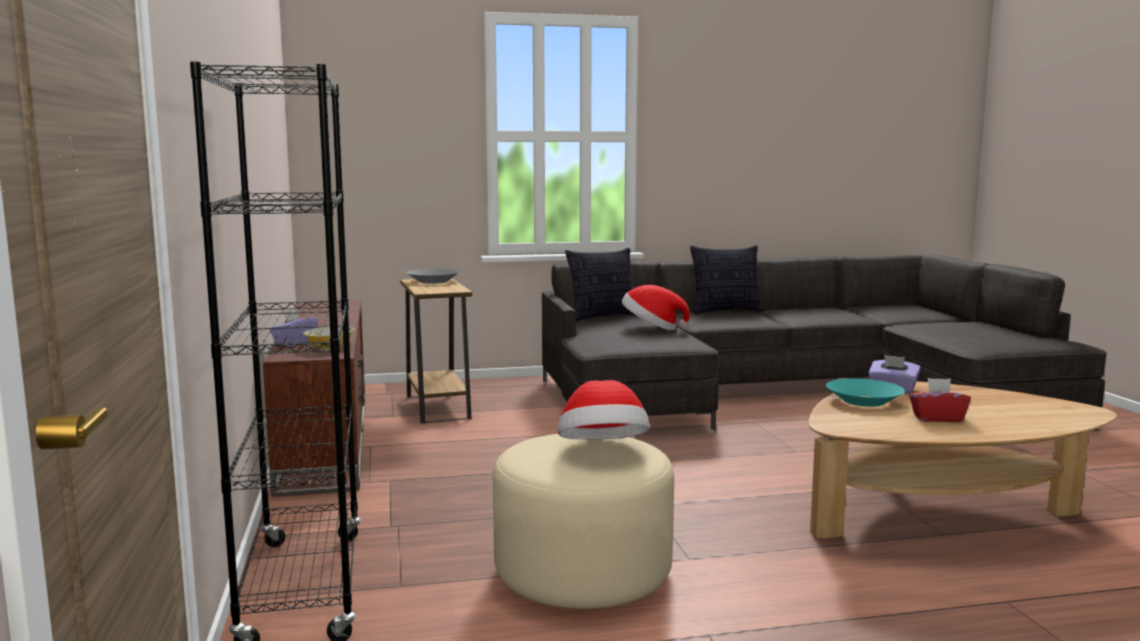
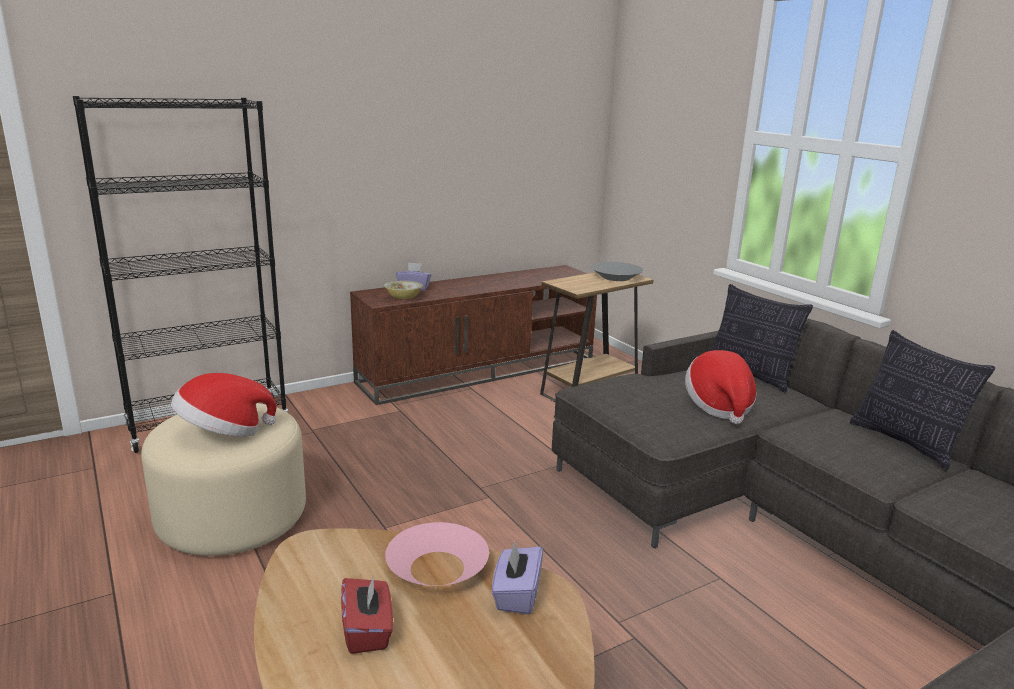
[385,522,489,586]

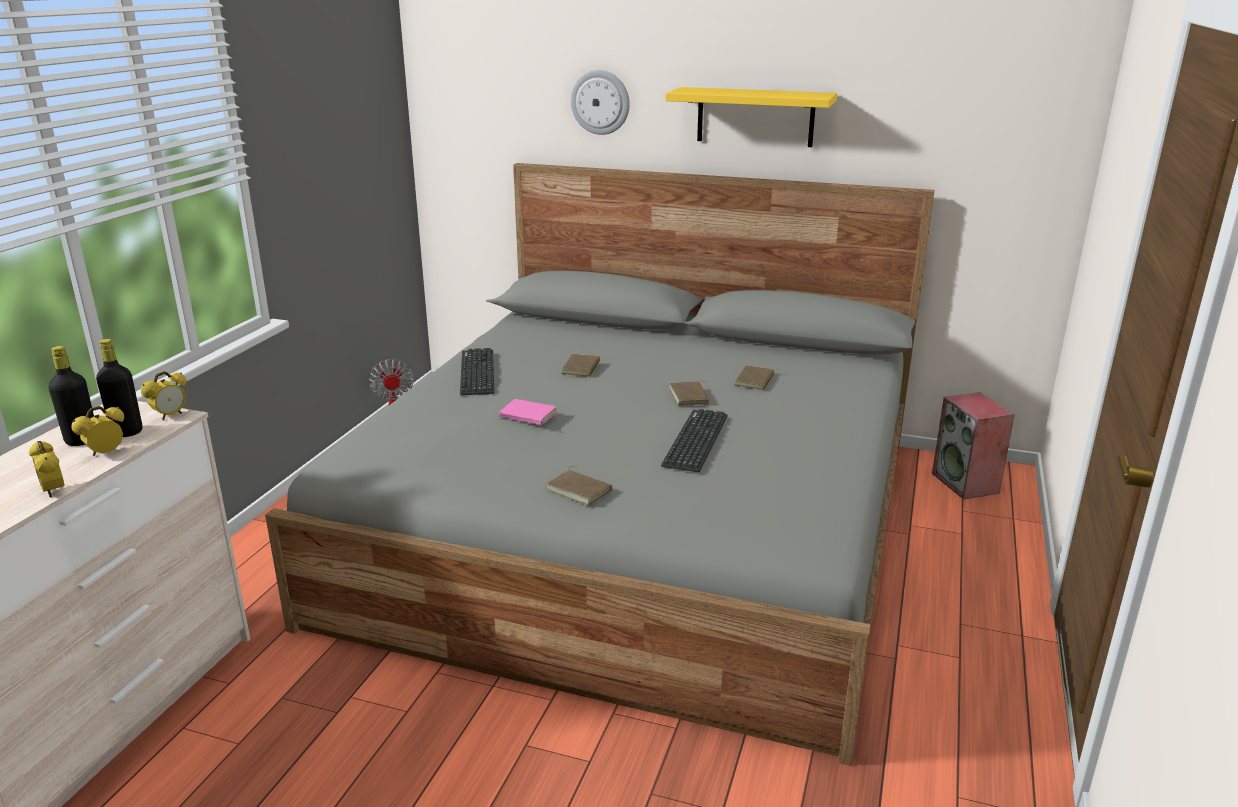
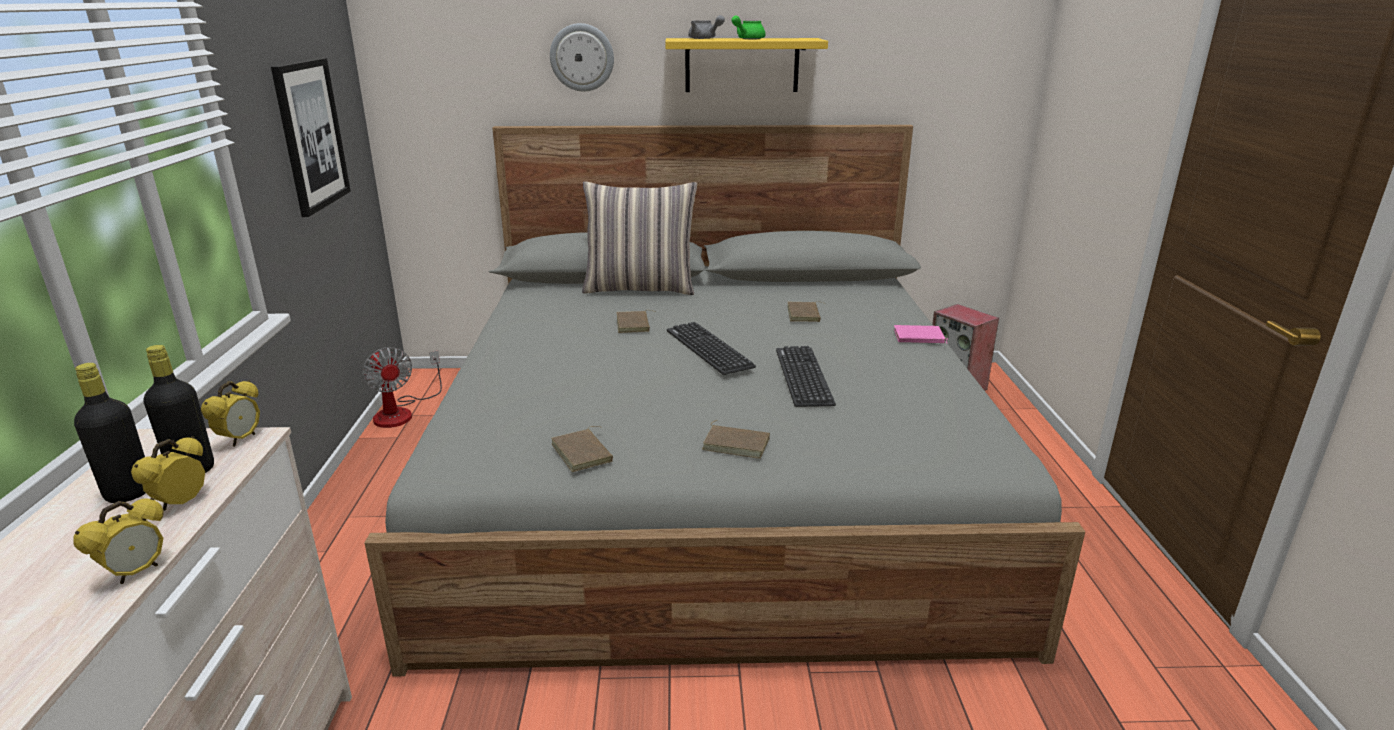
[73,497,164,585]
[271,58,351,217]
[551,426,613,472]
[582,181,697,295]
[667,322,756,375]
[688,15,725,39]
[731,15,766,39]
[894,325,948,344]

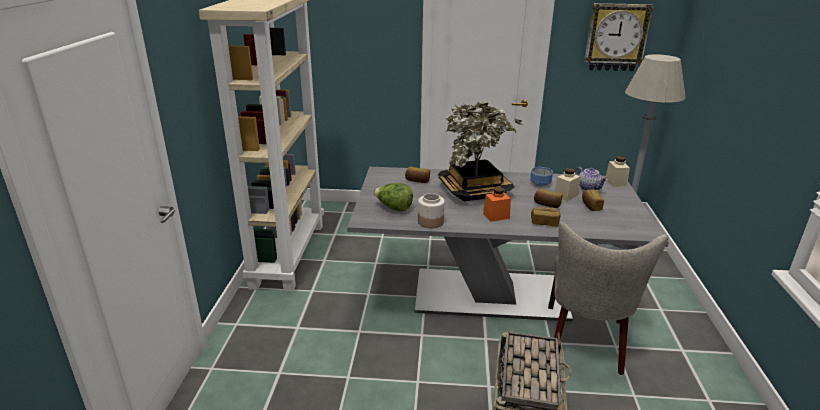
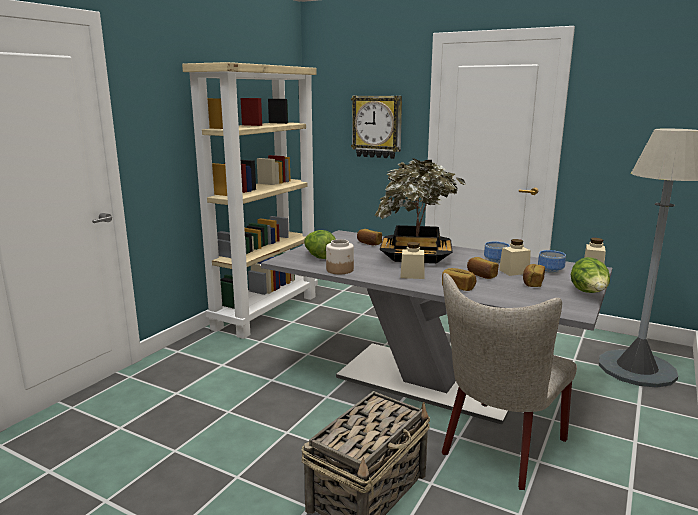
[351,96,402,159]
[400,242,424,279]
[538,250,566,273]
[571,257,610,293]

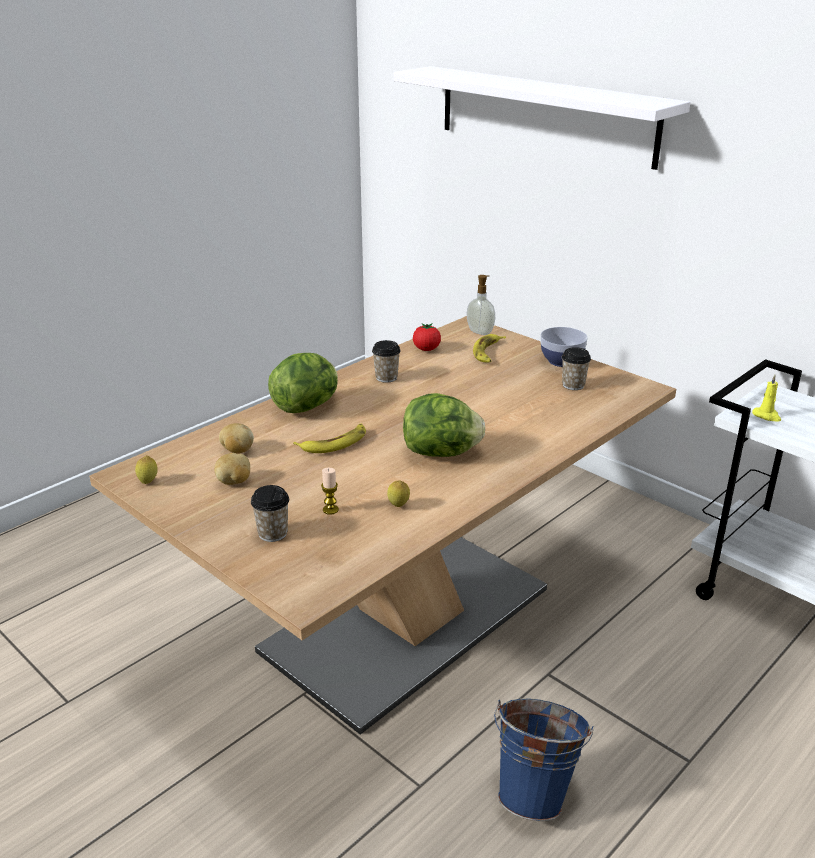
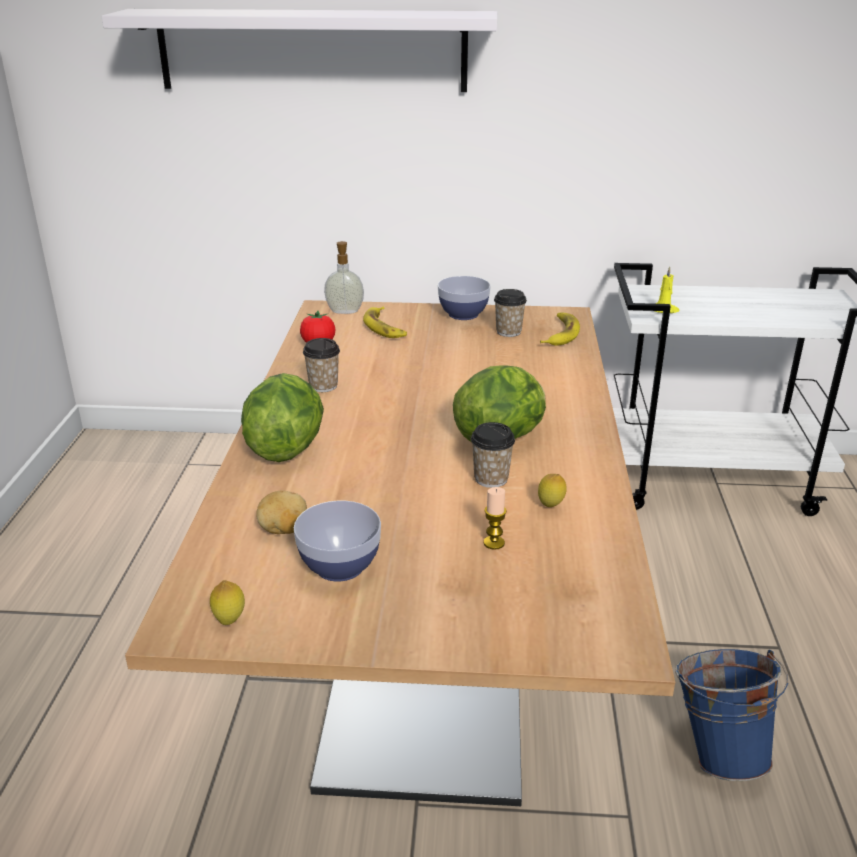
[294,501,381,582]
[471,422,515,488]
[540,312,580,345]

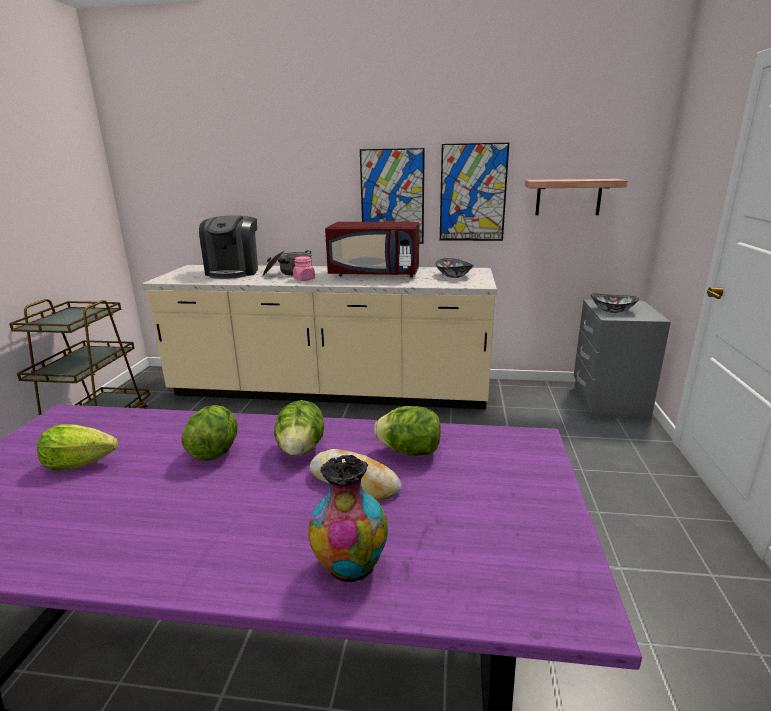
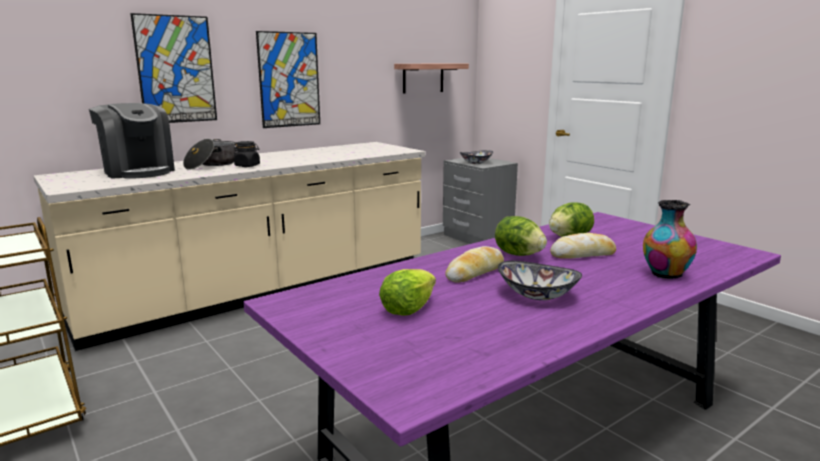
[130,13,217,123]
[234,141,260,167]
[445,246,504,283]
[498,261,582,300]
[325,222,419,278] (first image)

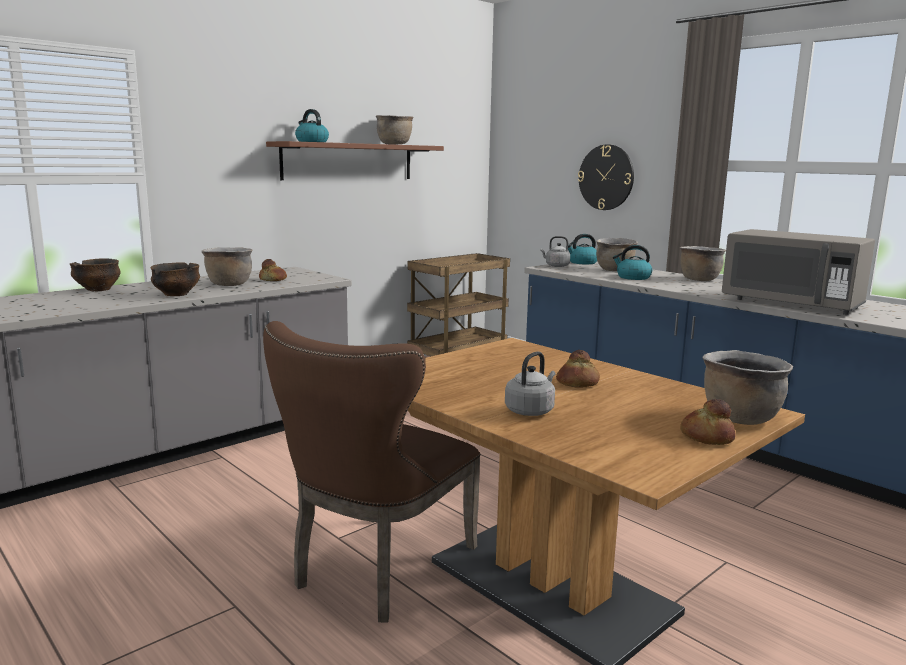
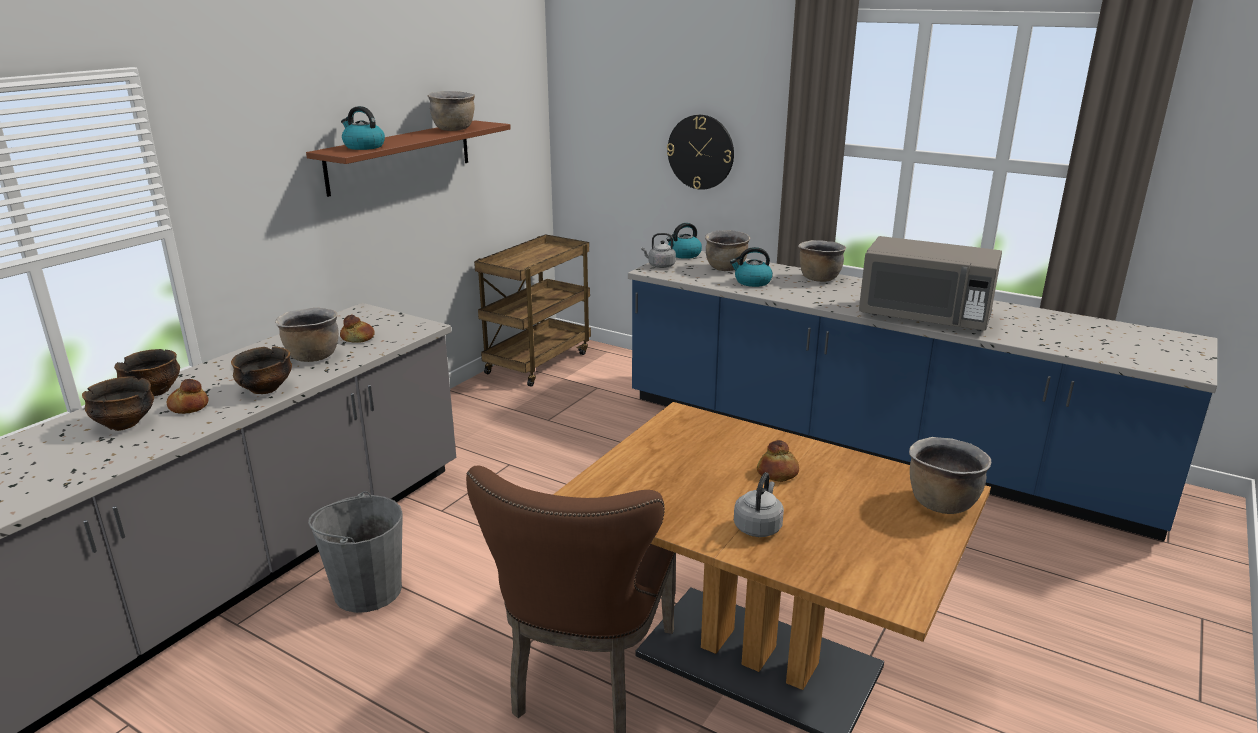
[82,377,154,431]
[167,379,209,414]
[308,491,403,613]

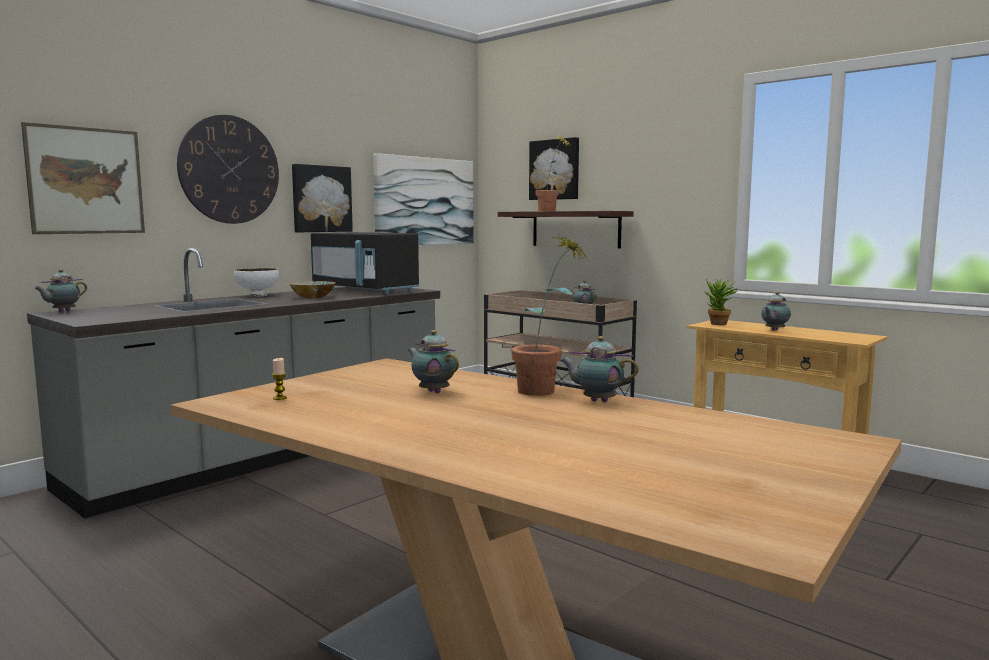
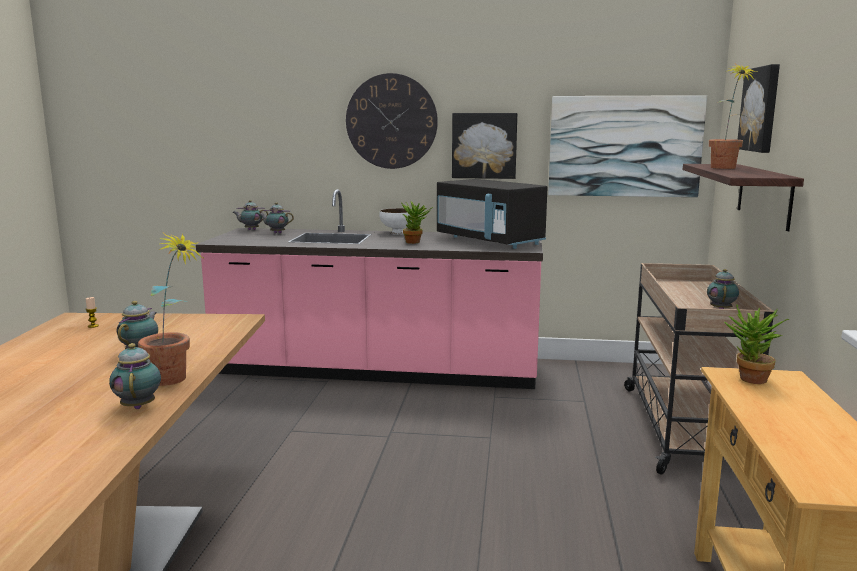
[196,189,543,389]
[259,202,294,233]
[401,201,433,244]
[437,179,548,249]
[21,122,145,234] (first image)

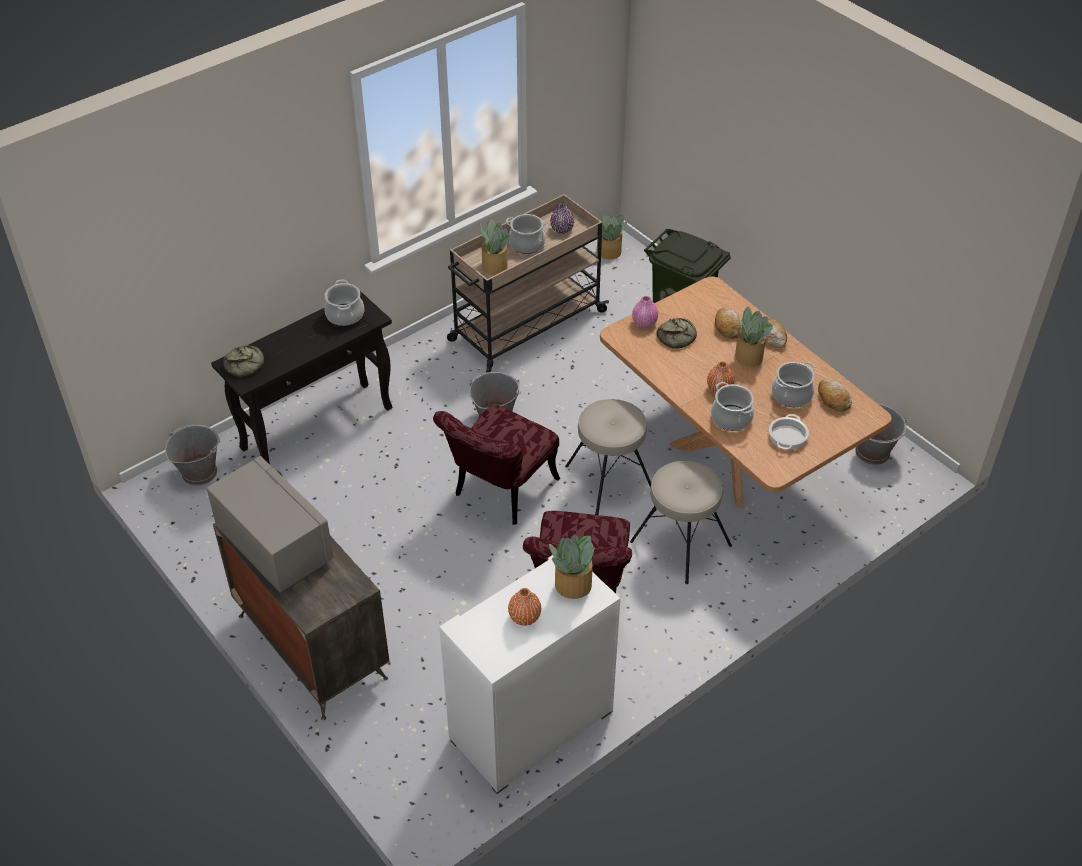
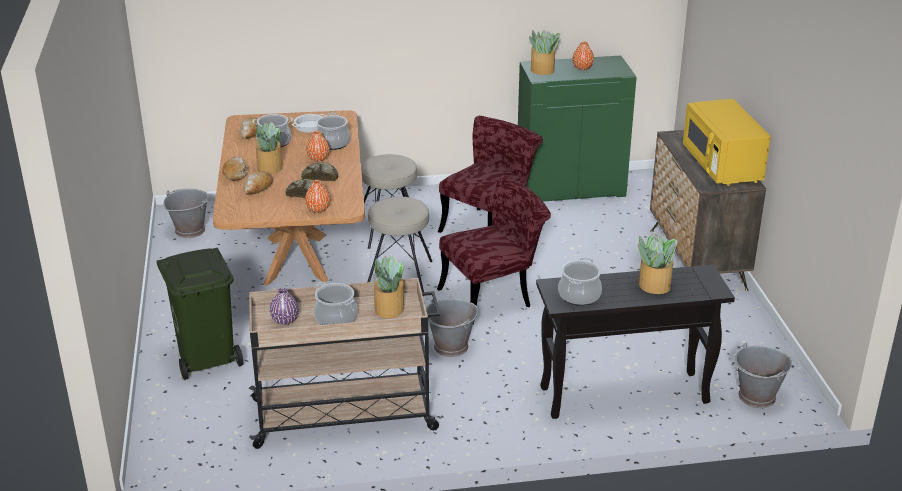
[301,163,338,181]
[305,180,331,213]
[518,55,637,202]
[638,234,677,294]
[683,99,771,186]

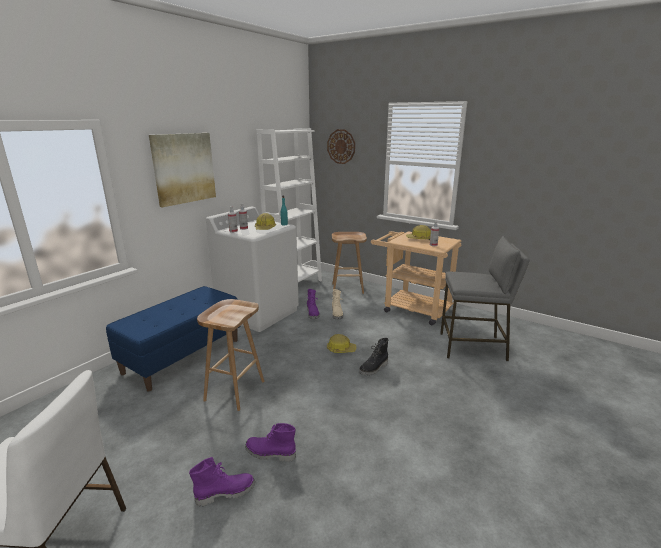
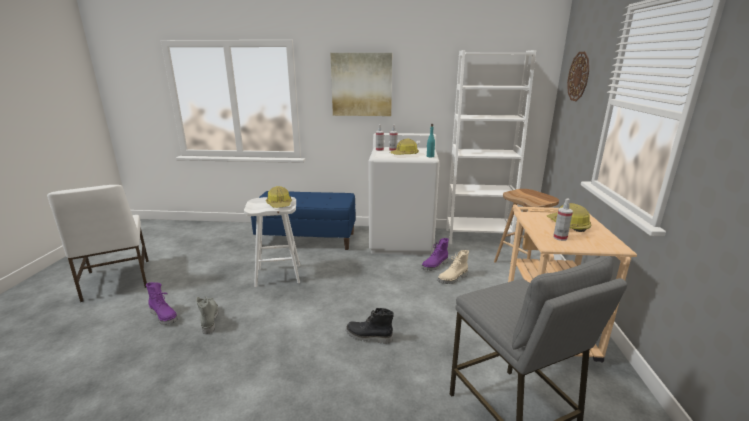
[196,296,219,334]
[244,197,300,287]
[266,186,292,208]

